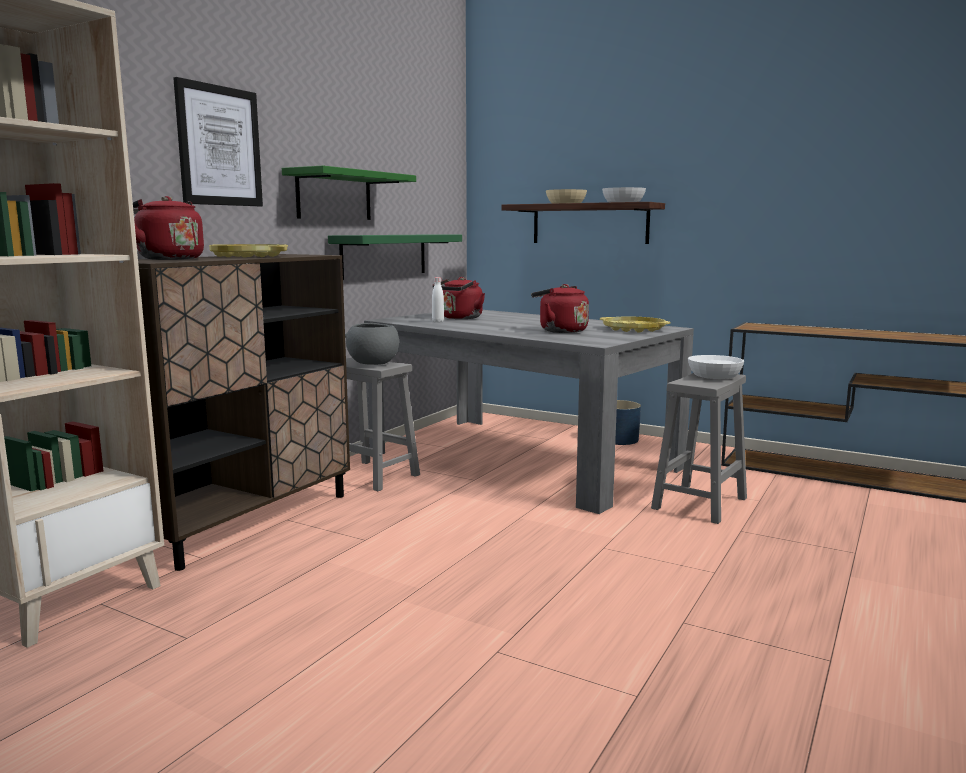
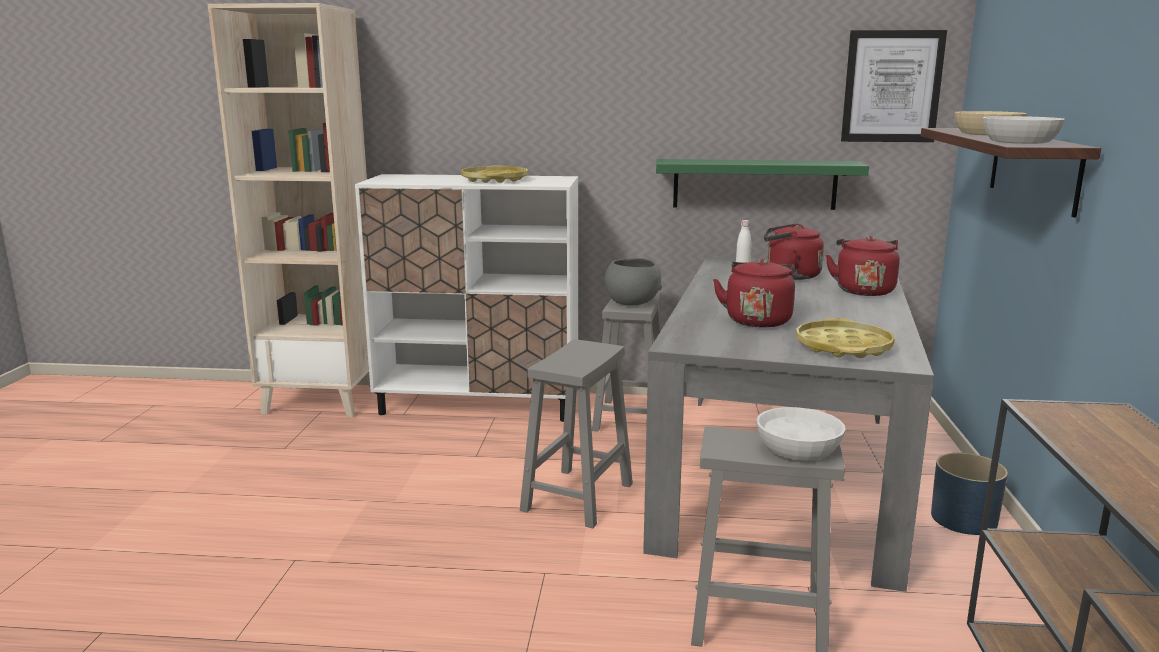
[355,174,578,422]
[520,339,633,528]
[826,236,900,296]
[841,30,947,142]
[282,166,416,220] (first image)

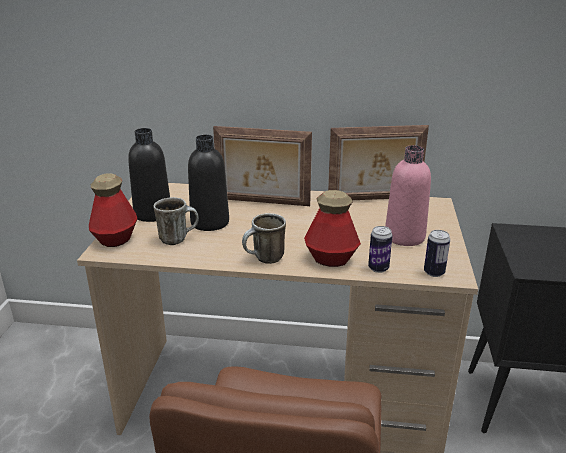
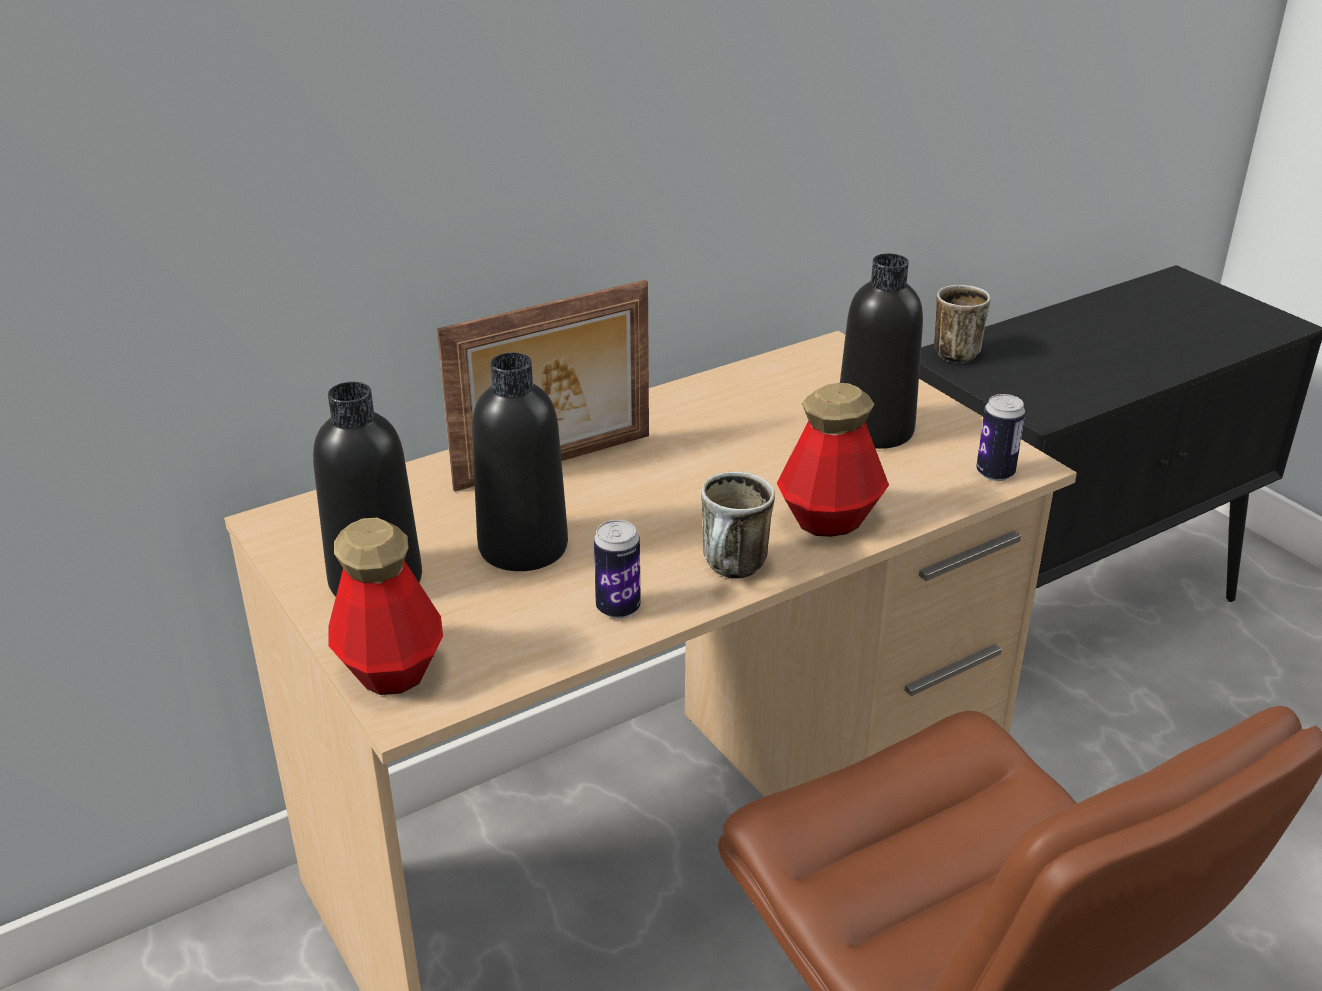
[594,520,641,619]
[840,253,923,449]
[934,285,991,363]
[328,125,429,200] (first image)

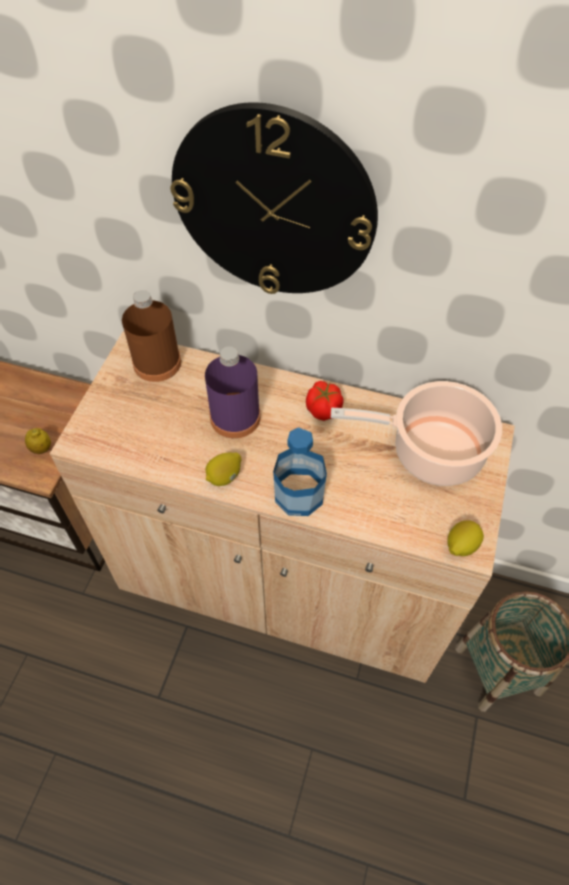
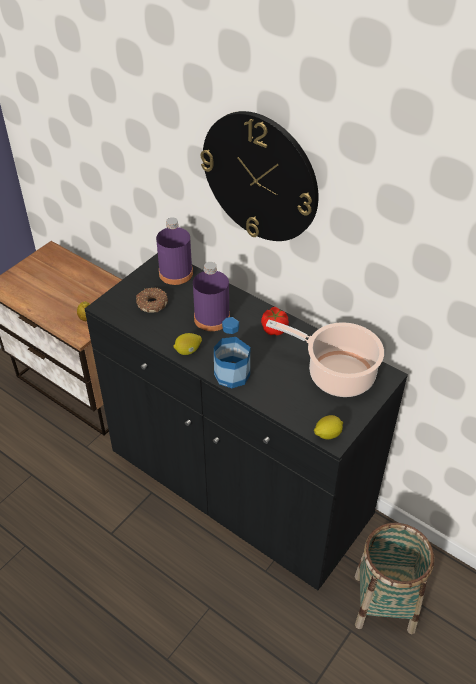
[85,253,408,590]
[136,287,168,313]
[156,218,193,285]

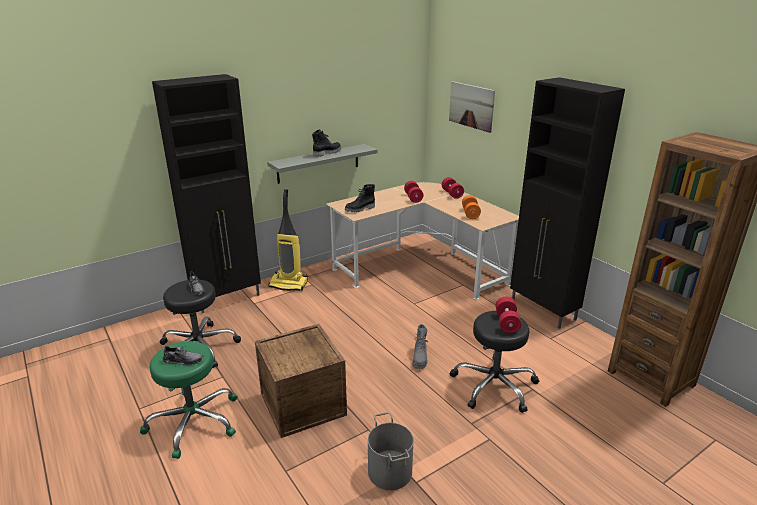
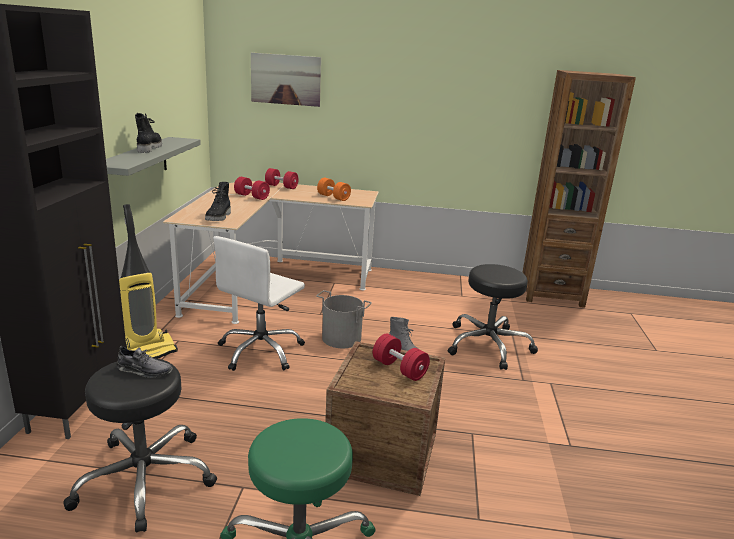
[213,236,305,371]
[316,290,372,348]
[373,334,430,381]
[163,345,204,366] (first image)
[510,77,625,329] (first image)

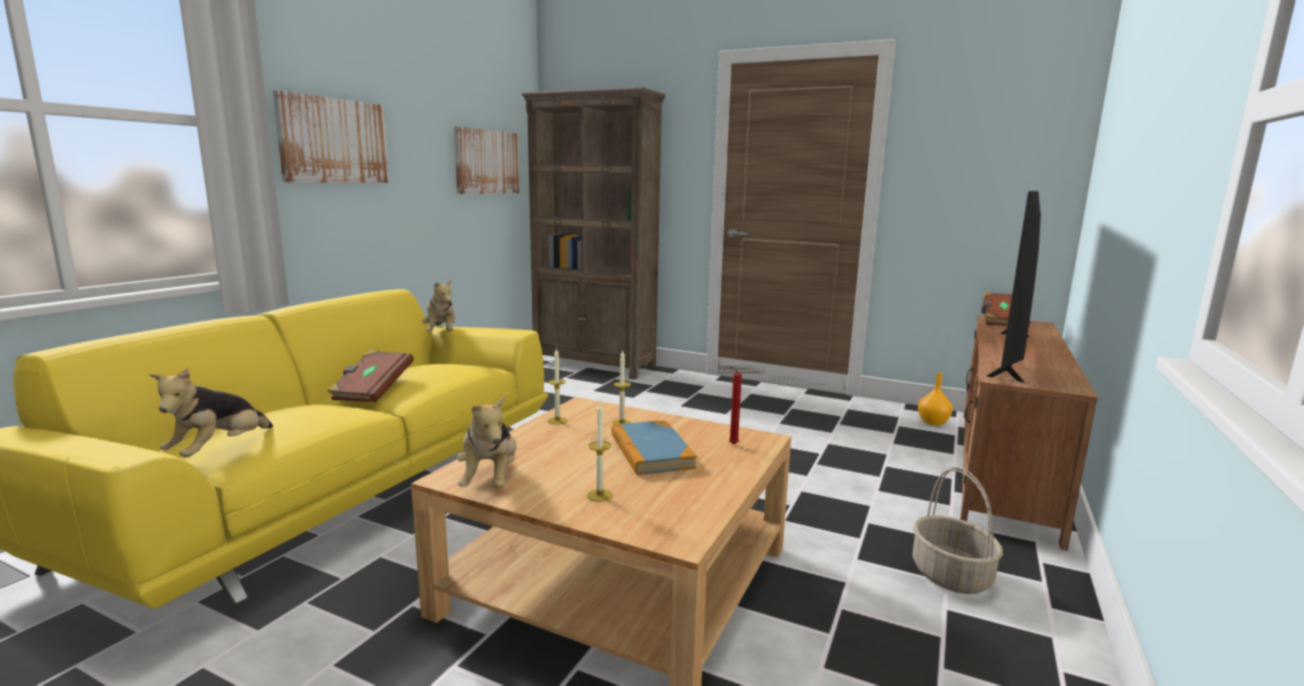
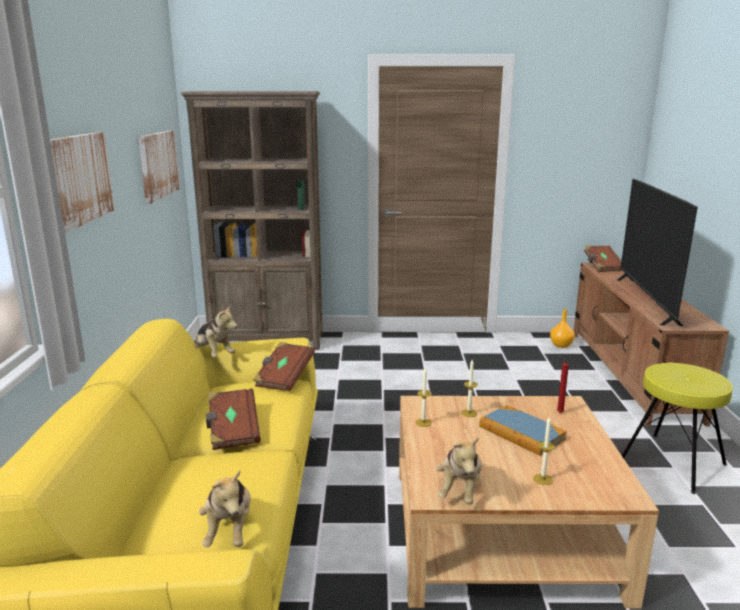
[253,342,315,391]
[436,437,482,504]
[622,362,733,494]

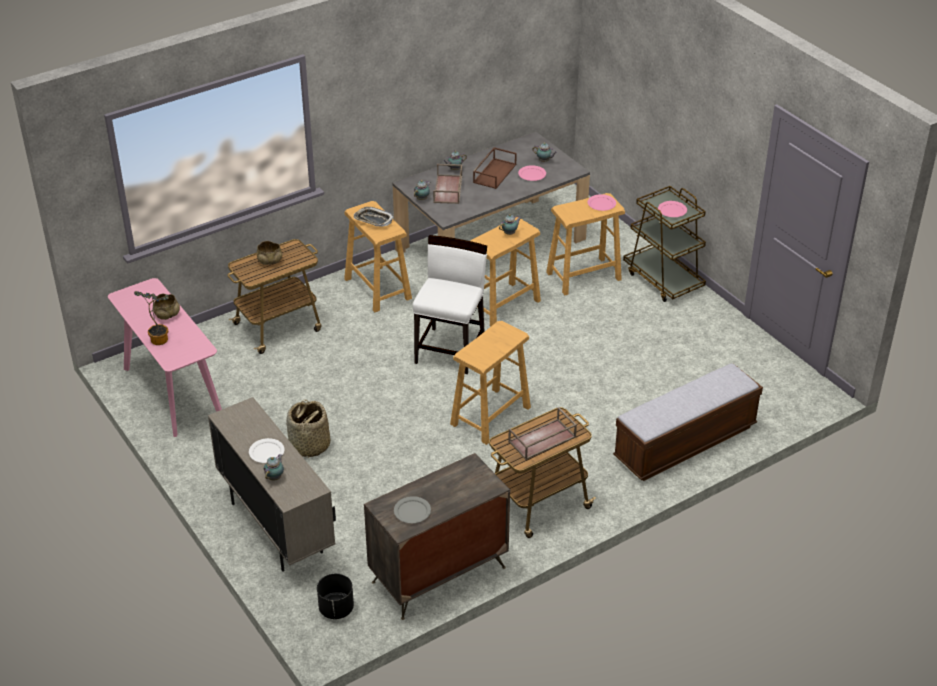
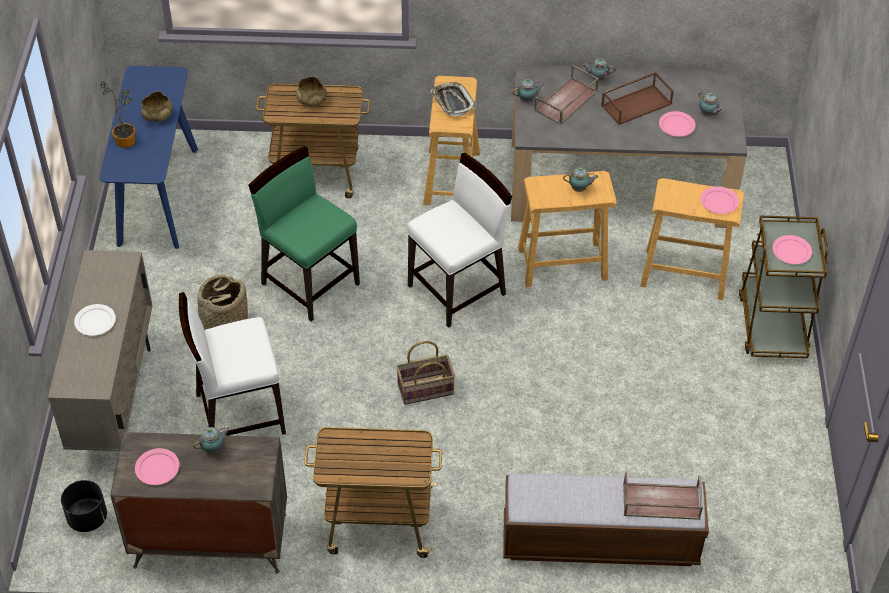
[99,66,198,249]
[135,448,179,485]
[179,292,286,435]
[193,427,230,454]
[248,146,360,322]
[396,341,455,405]
[623,472,703,520]

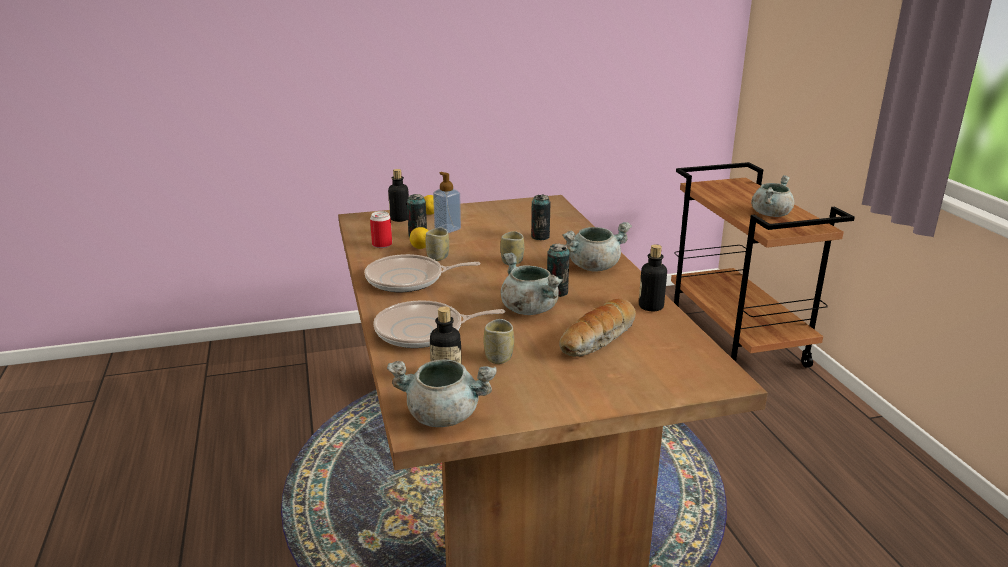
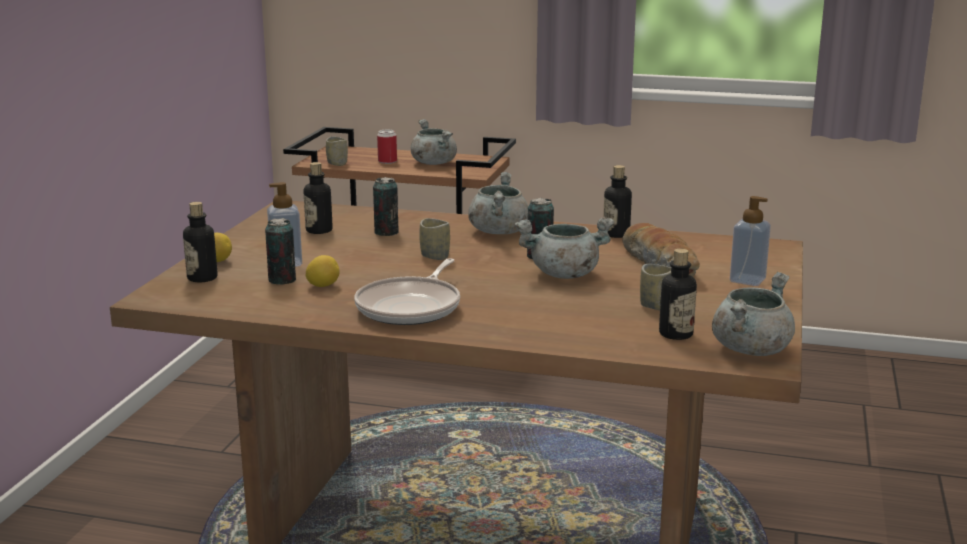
[304,162,333,234]
[326,137,348,166]
[377,130,397,164]
[730,196,771,286]
[373,300,505,348] (first image)

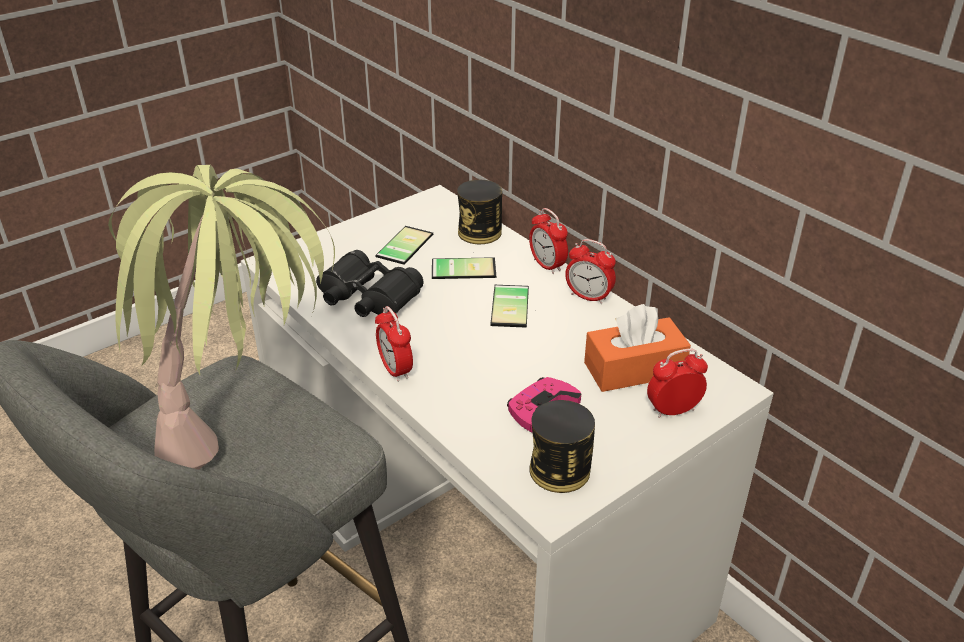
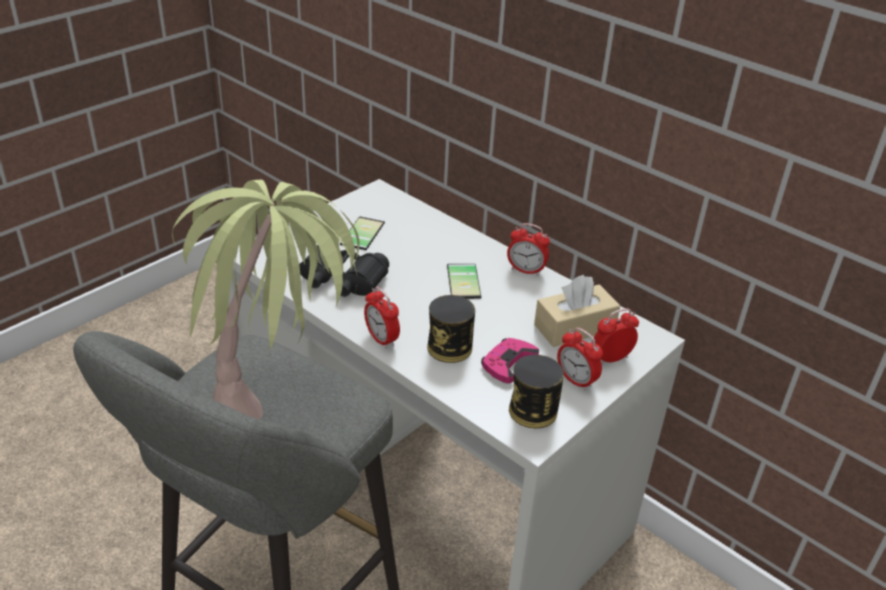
[427,295,475,363]
[534,275,620,347]
[557,328,603,391]
[432,257,496,279] (first image)

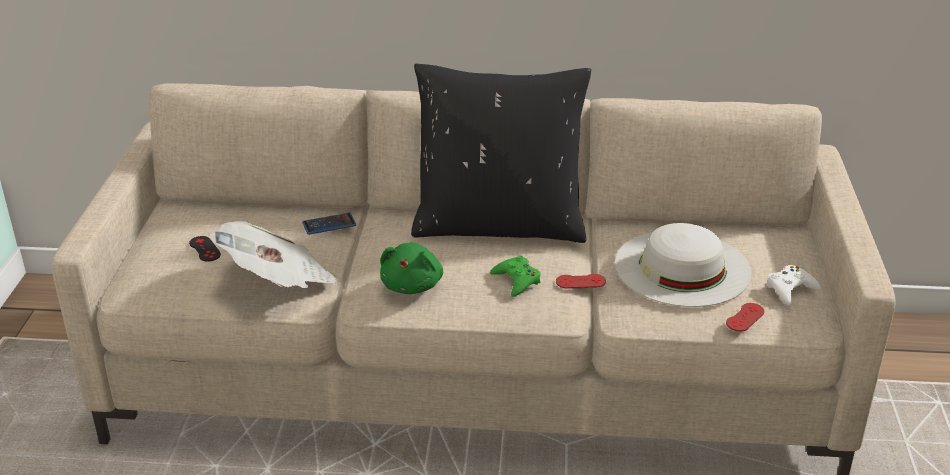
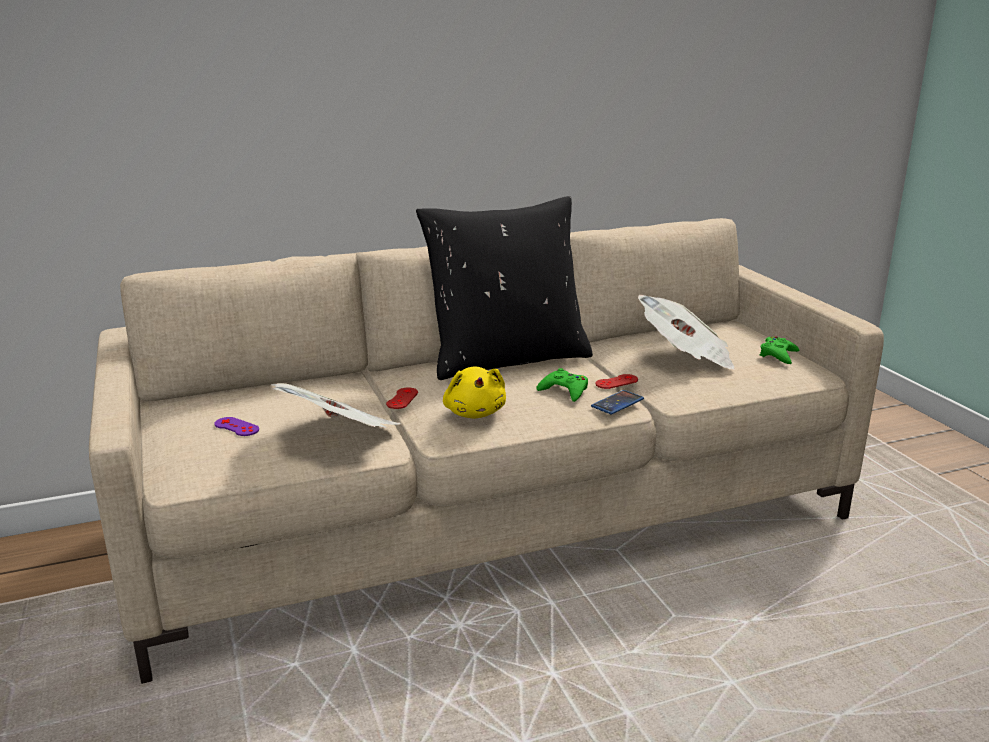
[214,417,259,436]
[386,387,418,409]
[443,367,506,418]
[591,390,644,414]
[638,295,735,370]
[760,336,799,364]

